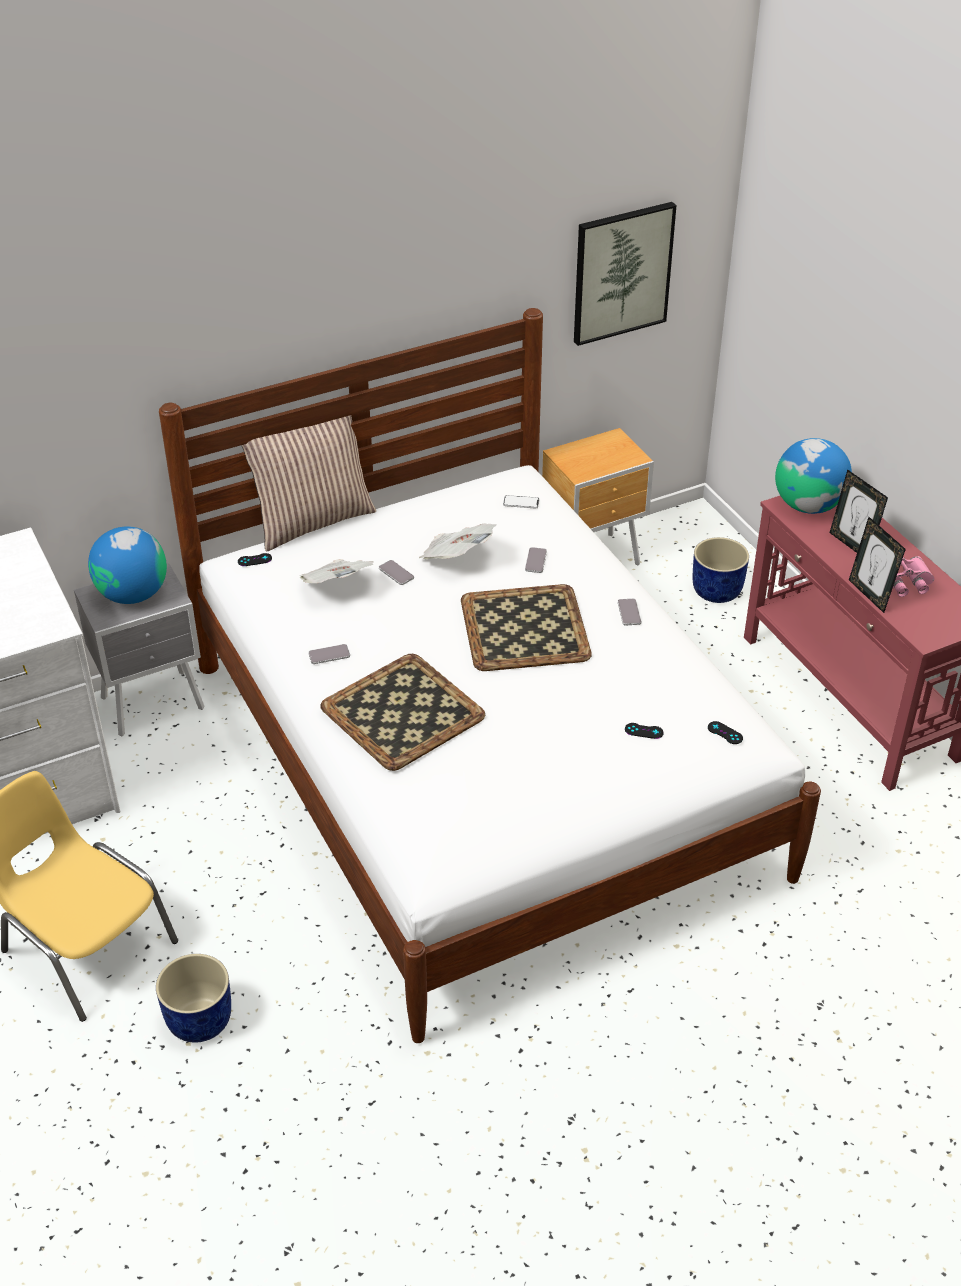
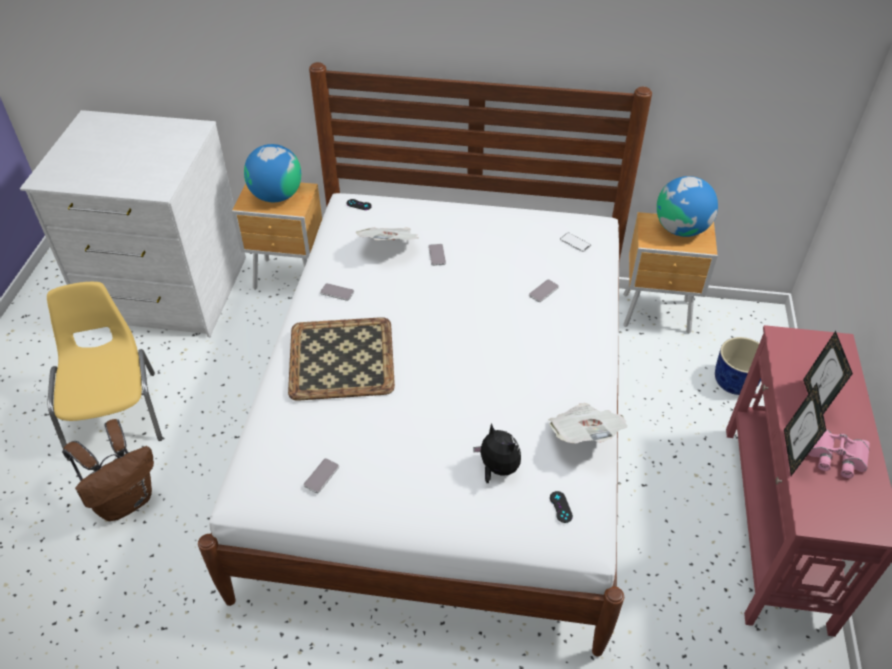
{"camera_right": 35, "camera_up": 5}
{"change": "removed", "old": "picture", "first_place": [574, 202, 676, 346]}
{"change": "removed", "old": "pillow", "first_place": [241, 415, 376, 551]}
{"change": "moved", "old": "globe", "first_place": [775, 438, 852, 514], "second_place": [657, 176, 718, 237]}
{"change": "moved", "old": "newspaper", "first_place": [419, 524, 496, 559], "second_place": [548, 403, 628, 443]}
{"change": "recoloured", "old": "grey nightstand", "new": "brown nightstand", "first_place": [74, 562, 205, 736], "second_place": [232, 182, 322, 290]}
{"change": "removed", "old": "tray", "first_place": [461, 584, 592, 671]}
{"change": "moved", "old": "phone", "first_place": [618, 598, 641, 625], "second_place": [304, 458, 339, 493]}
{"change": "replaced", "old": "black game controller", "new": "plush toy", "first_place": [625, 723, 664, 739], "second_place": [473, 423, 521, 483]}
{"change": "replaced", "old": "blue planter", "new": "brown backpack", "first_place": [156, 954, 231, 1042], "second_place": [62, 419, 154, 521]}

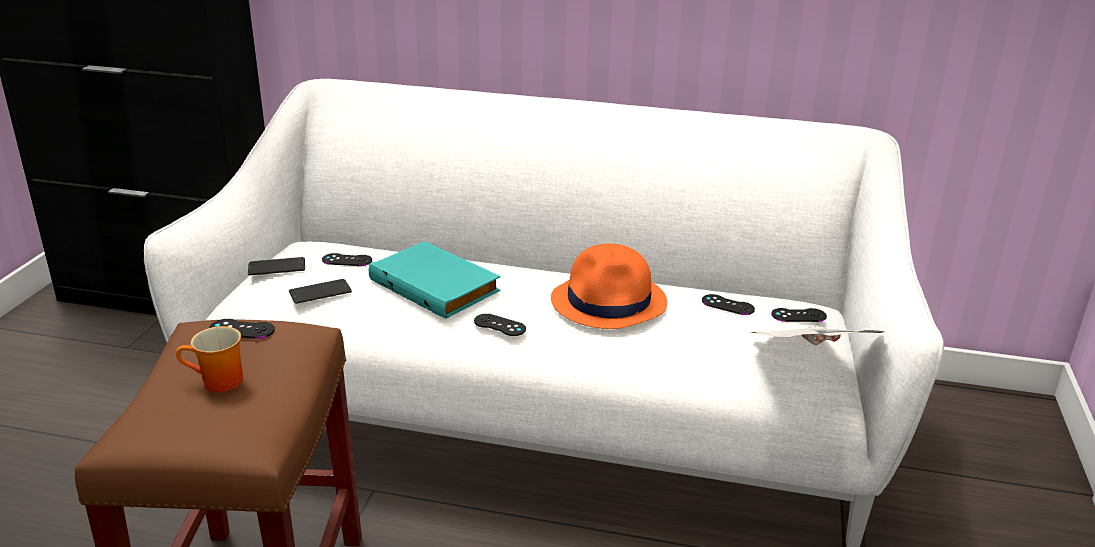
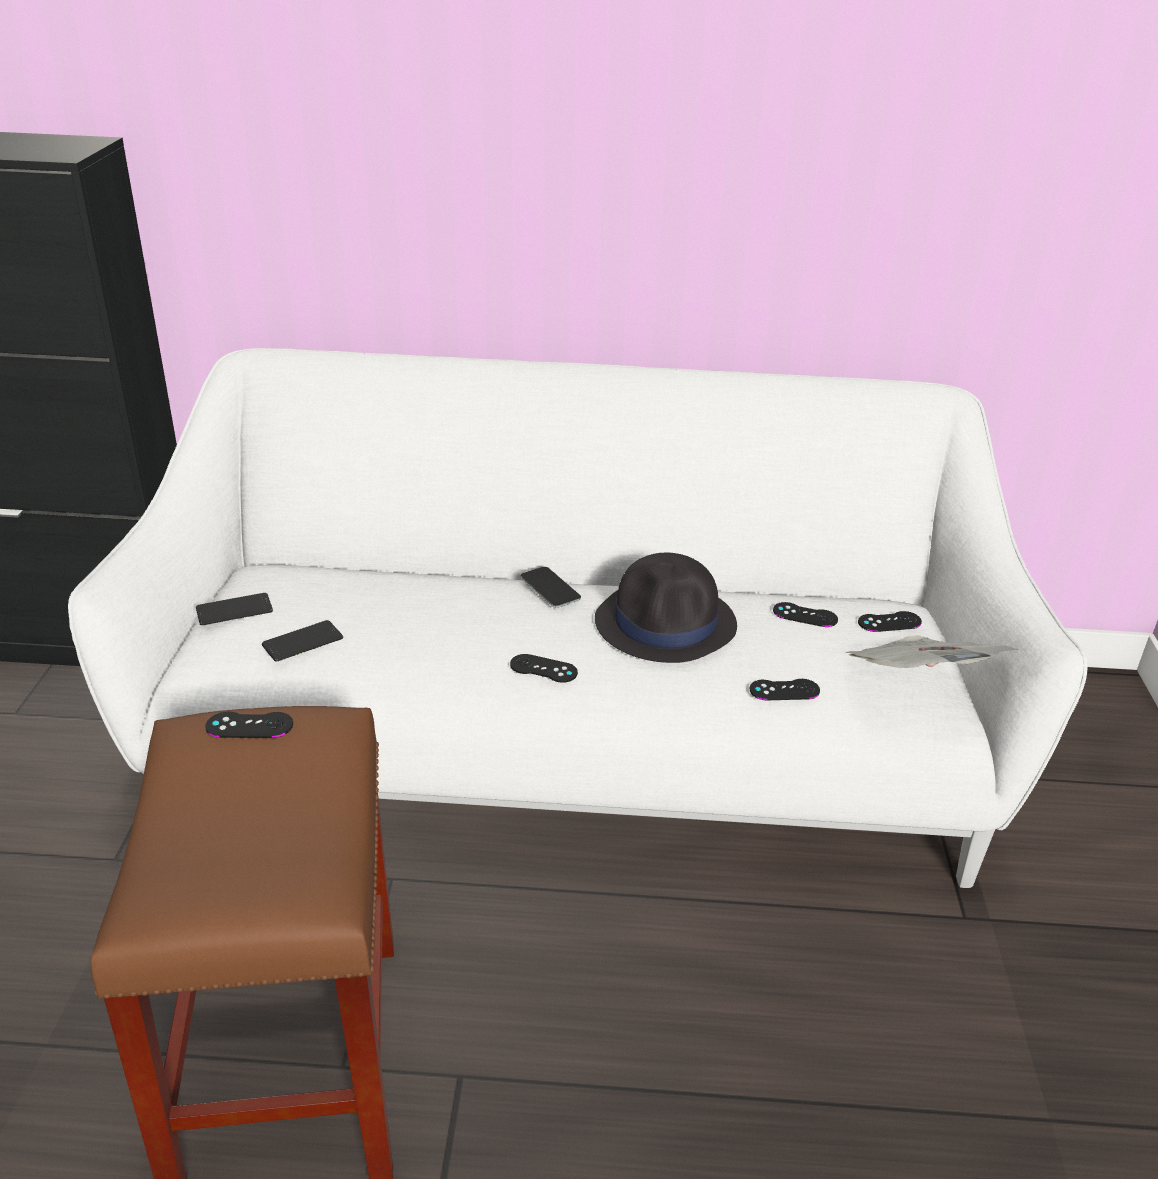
{"camera_right": -10, "camera_up": 5}
{"change": "removed", "old": "turquoise book", "first_place": [369, 241, 501, 319]}
{"change": "recoloured", "old": "orange hat", "new": "black hat", "first_place": [551, 244, 667, 329], "second_place": [595, 553, 737, 663]}
{"change": "moved", "old": "black game controller", "first_place": [322, 253, 372, 266], "second_place": [750, 679, 820, 700]}
{"change": "removed", "old": "mug", "first_place": [176, 326, 243, 392]}
{"change": "added", "new": "phone", "second_place": [521, 567, 581, 608]}

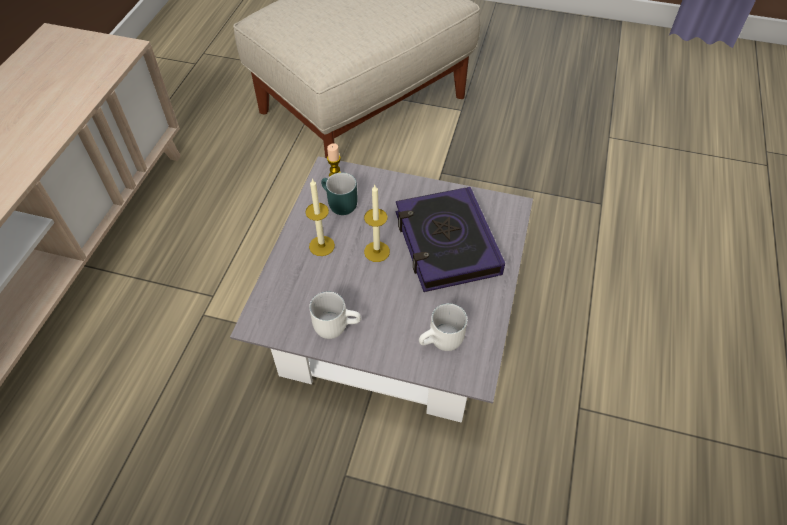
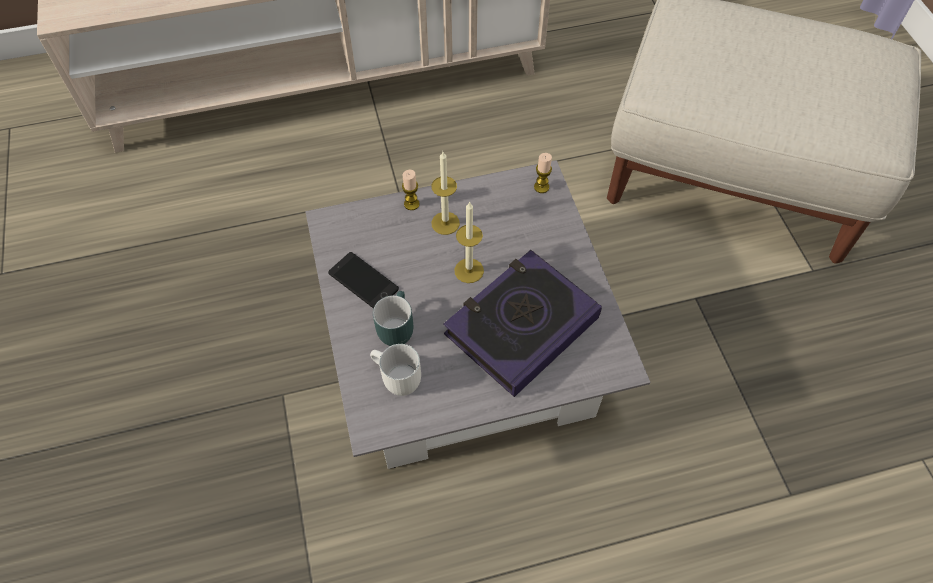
{"camera_right": 60, "camera_up": 5}
{"change": "moved", "old": "turquoise mug", "first_place": [321, 172, 358, 215], "second_place": [373, 291, 414, 346]}
{"change": "replaced", "old": "white mug", "new": "phone", "first_place": [309, 291, 361, 339], "second_place": [328, 252, 399, 308]}
{"change": "added", "new": "candle", "second_place": [402, 170, 420, 210]}

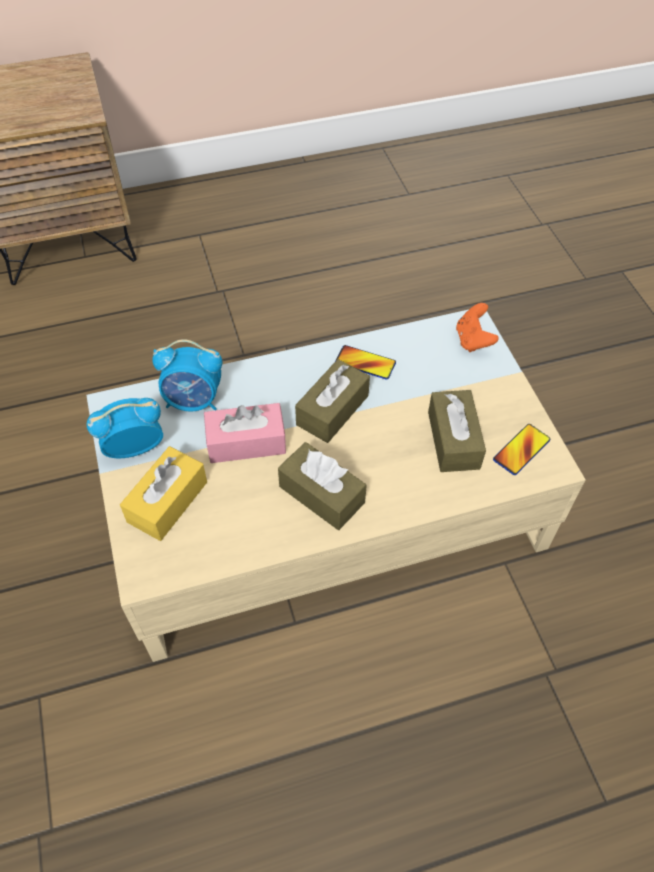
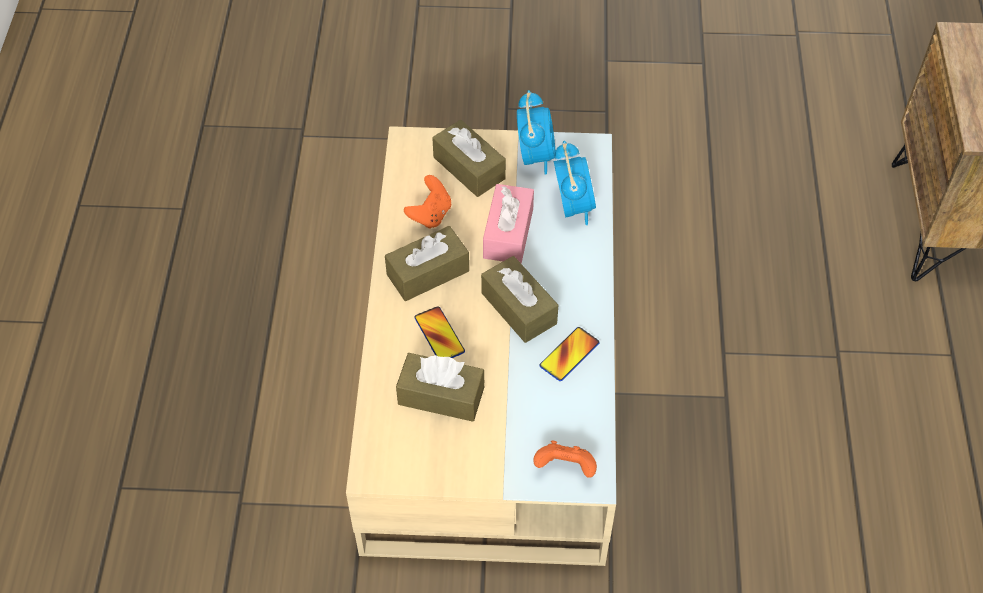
{"camera_right": 110, "camera_up": 0}
{"change": "turned", "old": "alarm clock", "first_place": [152, 339, 222, 411], "second_place": [554, 141, 596, 225], "degrees": 150}
{"change": "moved", "old": "phone", "first_place": [493, 424, 551, 475], "second_place": [414, 306, 465, 358]}
{"change": "recoloured", "old": "yellow tissue box", "new": "brown tissue box", "first_place": [120, 446, 207, 541], "second_place": [432, 120, 506, 197]}
{"change": "added", "new": "orange game controller", "second_place": [404, 175, 451, 229]}

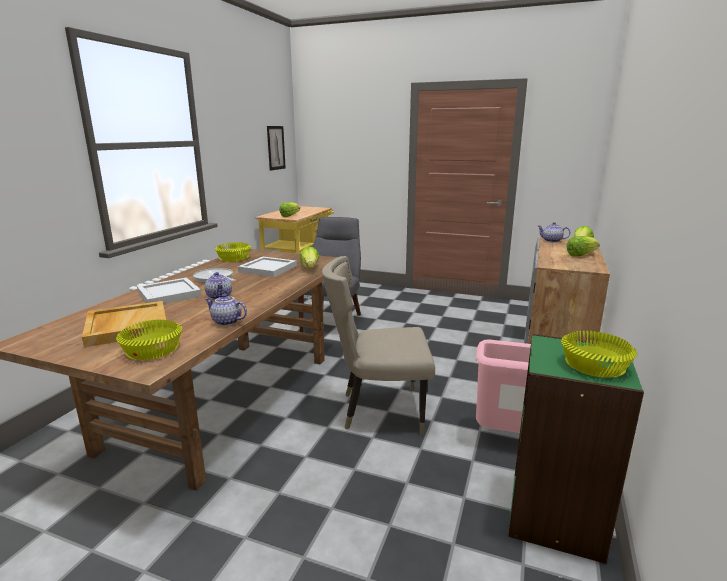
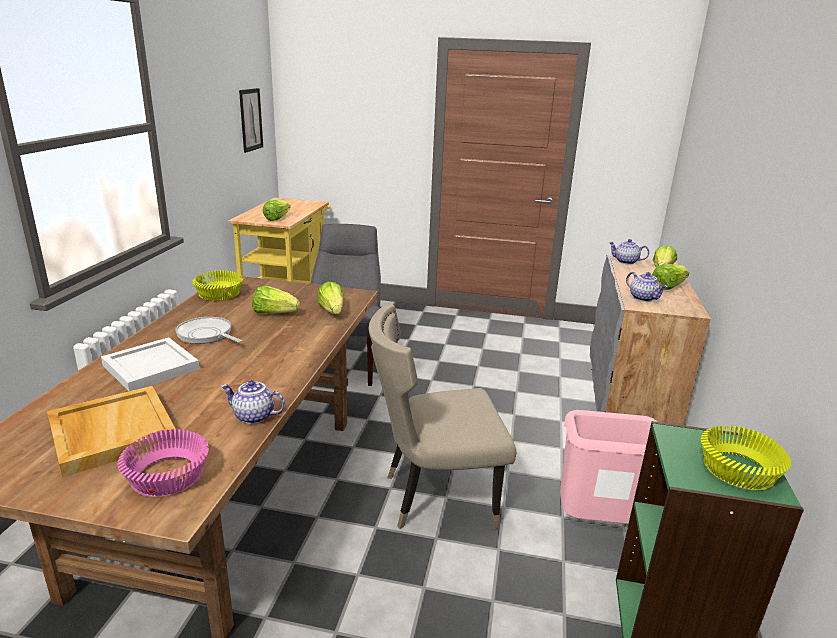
{"camera_right": -10, "camera_up": 5}
{"change": "replaced", "old": "white tray", "new": "lettuce", "first_place": [238, 257, 297, 277], "second_place": [252, 285, 300, 314]}
{"change": "moved", "old": "teapot", "first_place": [205, 272, 232, 300], "second_place": [626, 272, 668, 302]}
{"change": "recoloured", "old": "yellow bowl", "new": "pink bowl", "first_place": [116, 319, 182, 360], "second_place": [117, 429, 209, 497]}

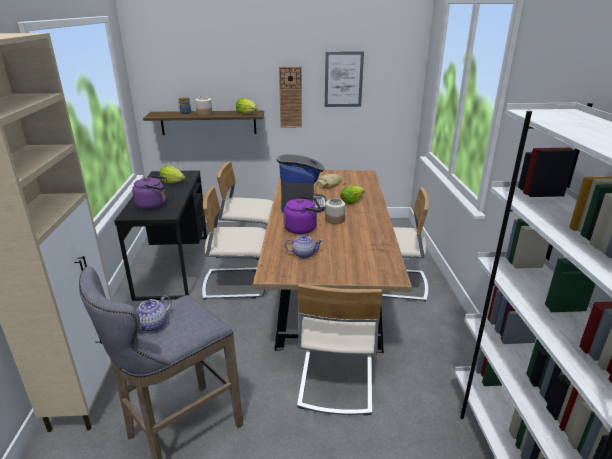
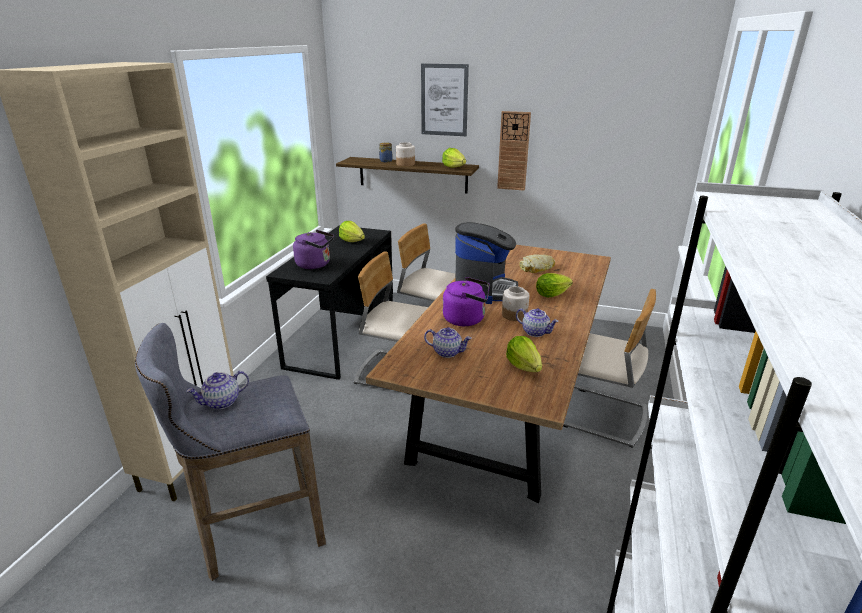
{"camera_right": 20, "camera_up": 0}
{"change": "moved", "old": "picture", "first_place": [325, 51, 364, 107], "second_place": [421, 63, 469, 136]}
{"change": "removed", "old": "beige chair", "first_place": [297, 283, 383, 415]}
{"change": "added", "new": "teapot", "second_place": [516, 308, 559, 337]}
{"change": "added", "new": "lettuce", "second_place": [506, 336, 542, 372]}

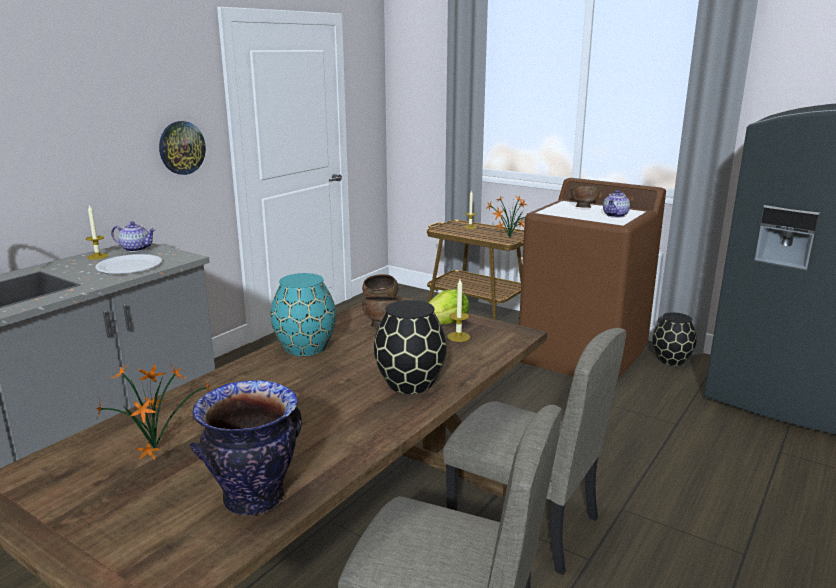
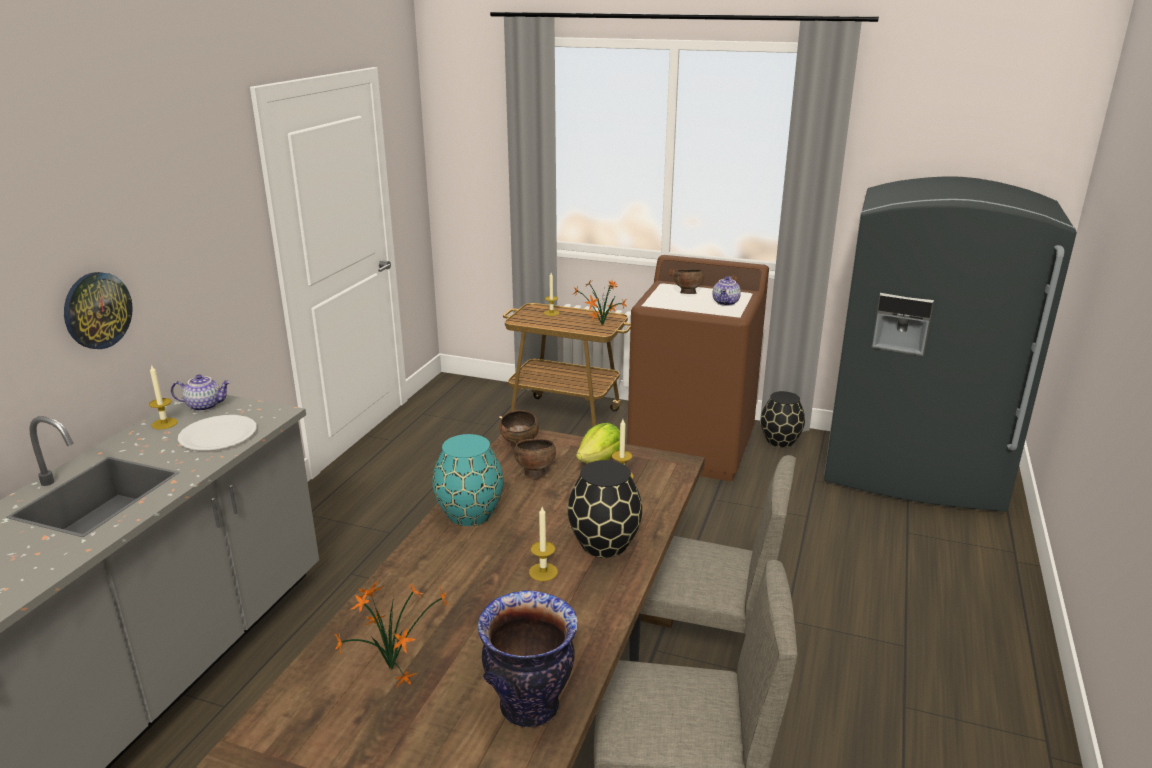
{"camera_right": -15, "camera_up": 5}
{"change": "moved", "old": "wall clock", "first_place": [159, 121, 206, 175], "second_place": [64, 272, 133, 349]}
{"change": "added", "new": "candle", "second_place": [529, 507, 558, 581]}

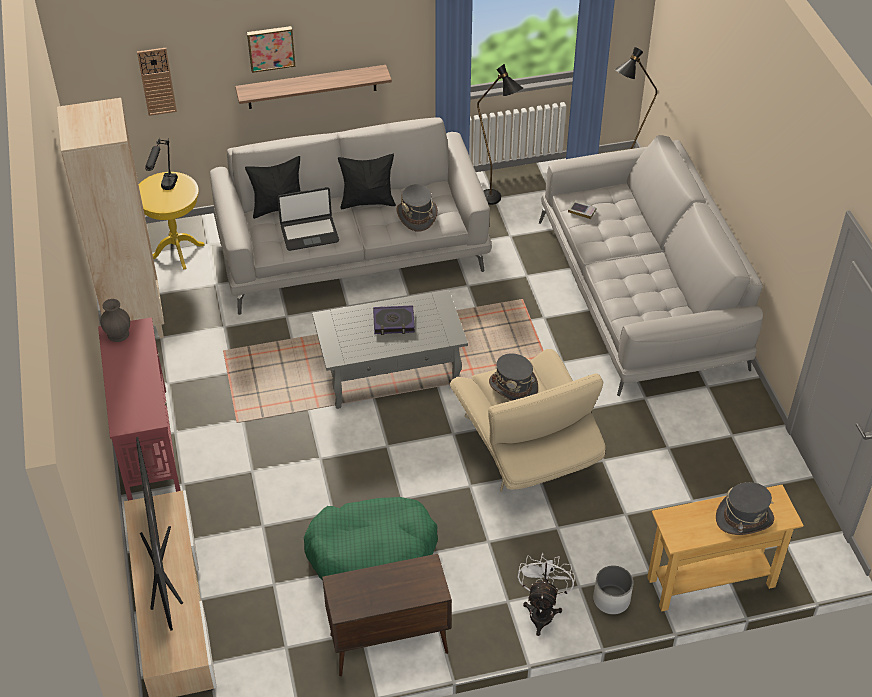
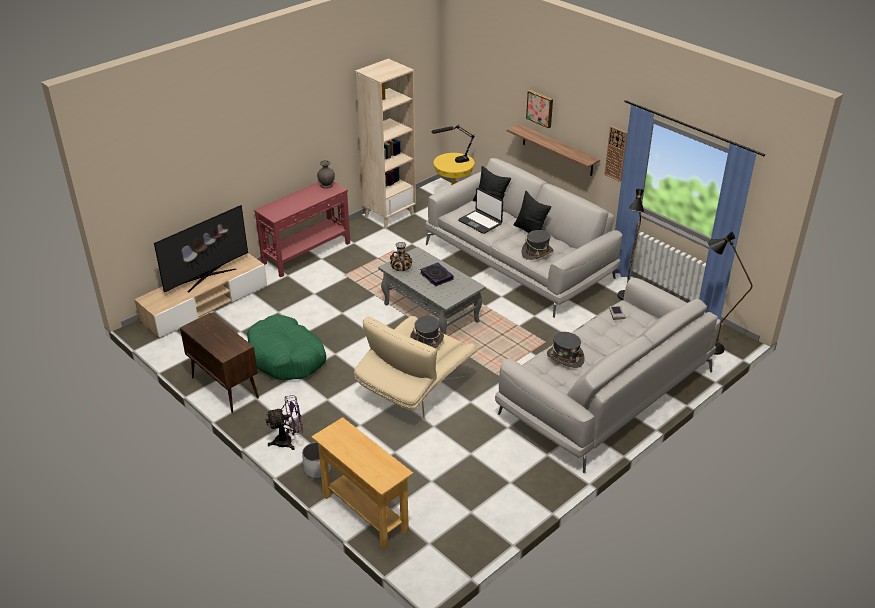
{"camera_right": 60, "camera_up": -10}
{"change": "moved", "old": "wall clock", "first_place": [137, 48, 177, 116], "second_place": [604, 126, 627, 182]}
{"change": "moved", "old": "grey hat", "first_place": [716, 482, 774, 535], "second_place": [547, 332, 585, 368]}
{"change": "recoloured", "old": "white fan", "new": "purple fan", "first_place": [518, 553, 575, 636], "second_place": [265, 395, 303, 450]}
{"change": "added", "new": "vase", "second_place": [390, 242, 412, 271]}

